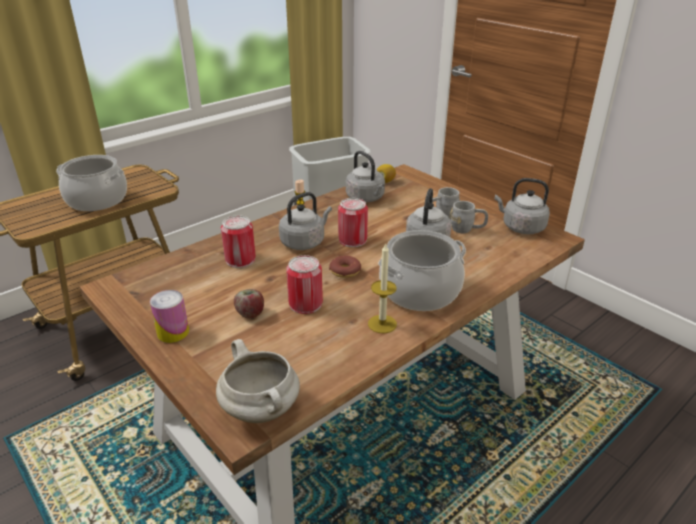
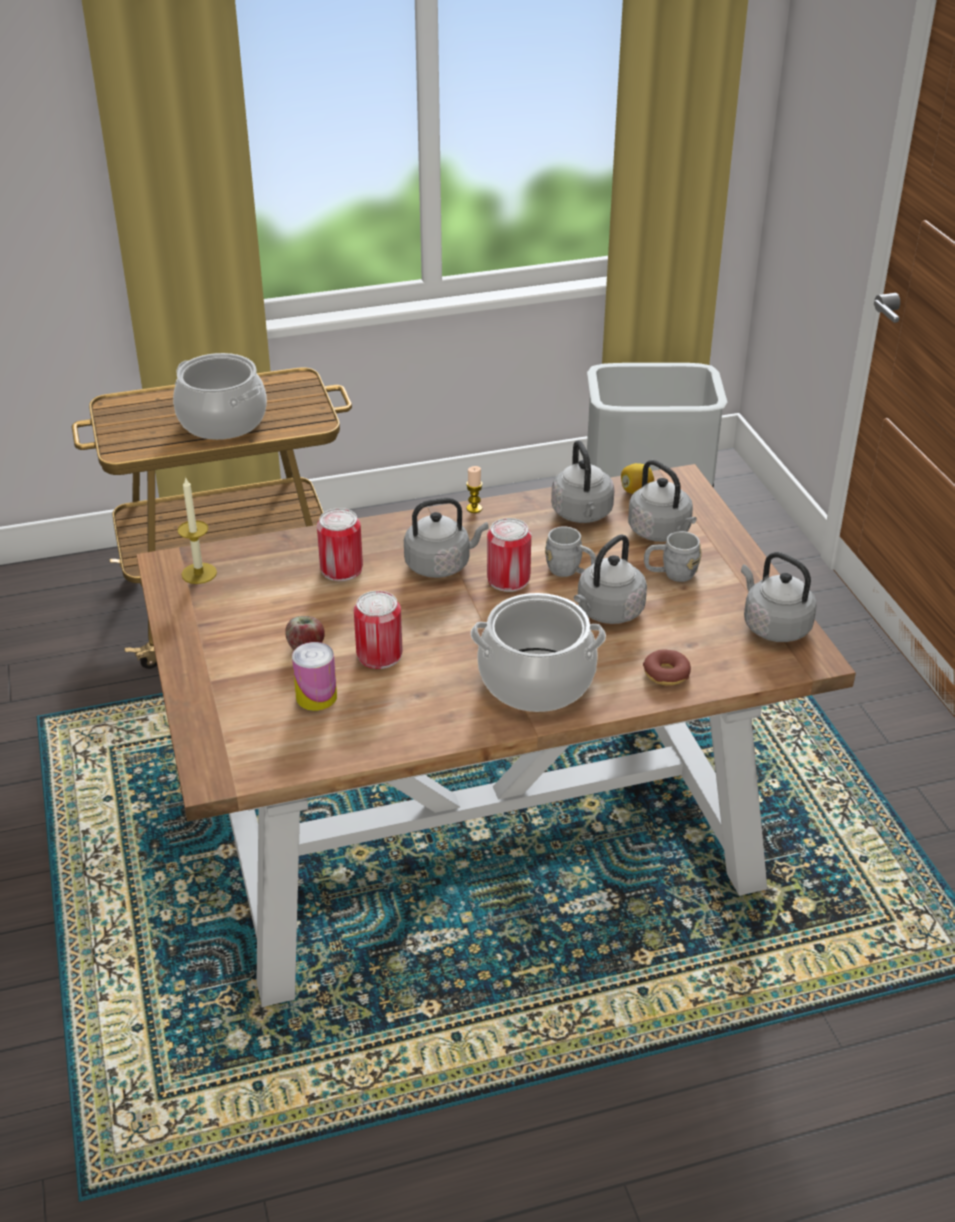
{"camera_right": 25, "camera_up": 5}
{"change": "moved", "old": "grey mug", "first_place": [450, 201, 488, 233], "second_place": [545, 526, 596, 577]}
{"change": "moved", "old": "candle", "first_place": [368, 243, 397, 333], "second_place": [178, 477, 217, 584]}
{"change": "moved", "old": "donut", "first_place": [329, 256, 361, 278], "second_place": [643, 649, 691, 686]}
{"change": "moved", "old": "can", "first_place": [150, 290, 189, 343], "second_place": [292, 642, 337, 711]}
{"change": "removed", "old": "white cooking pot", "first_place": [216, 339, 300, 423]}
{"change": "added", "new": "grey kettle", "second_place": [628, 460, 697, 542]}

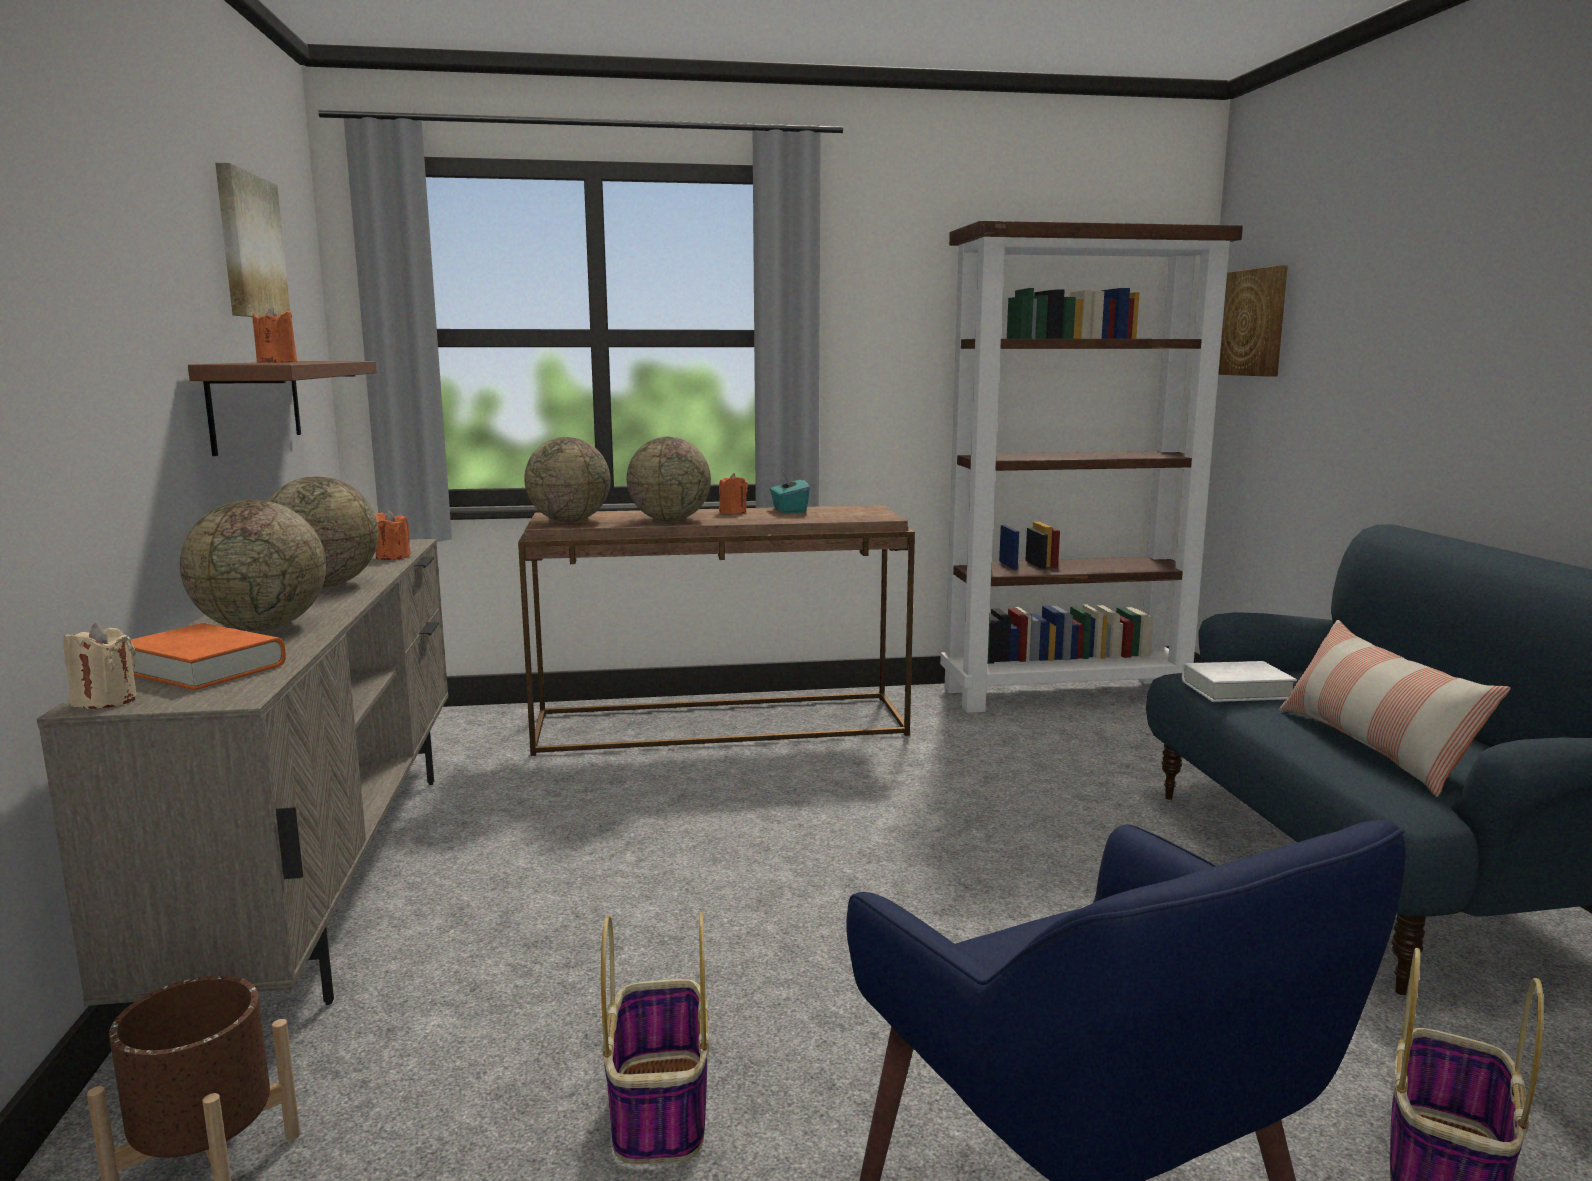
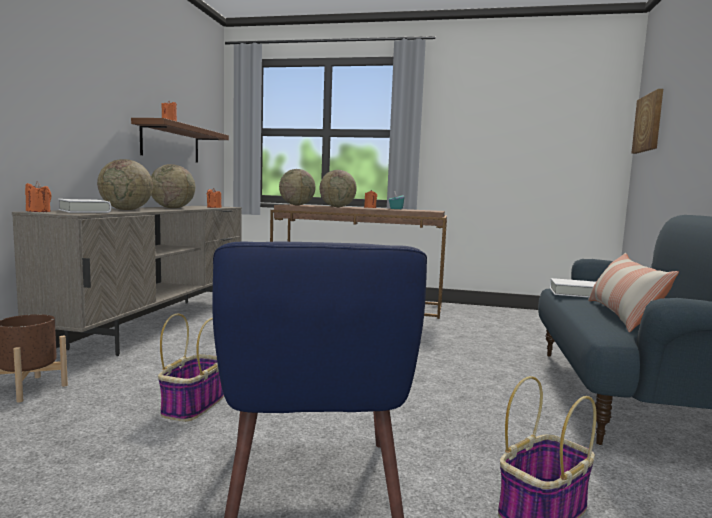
{"camera_right": 20, "camera_up": -5}
{"change": "removed", "old": "picture", "first_place": [215, 163, 290, 317]}
{"change": "removed", "old": "brown bookcase", "first_place": [940, 221, 1243, 713]}
{"change": "recoloured", "old": "beige candle", "new": "orange candle", "first_place": [63, 623, 137, 709], "second_place": [25, 182, 52, 212]}
{"change": "recoloured", "old": "orange book", "new": "white book", "first_place": [131, 623, 286, 690], "second_place": [58, 199, 111, 213]}

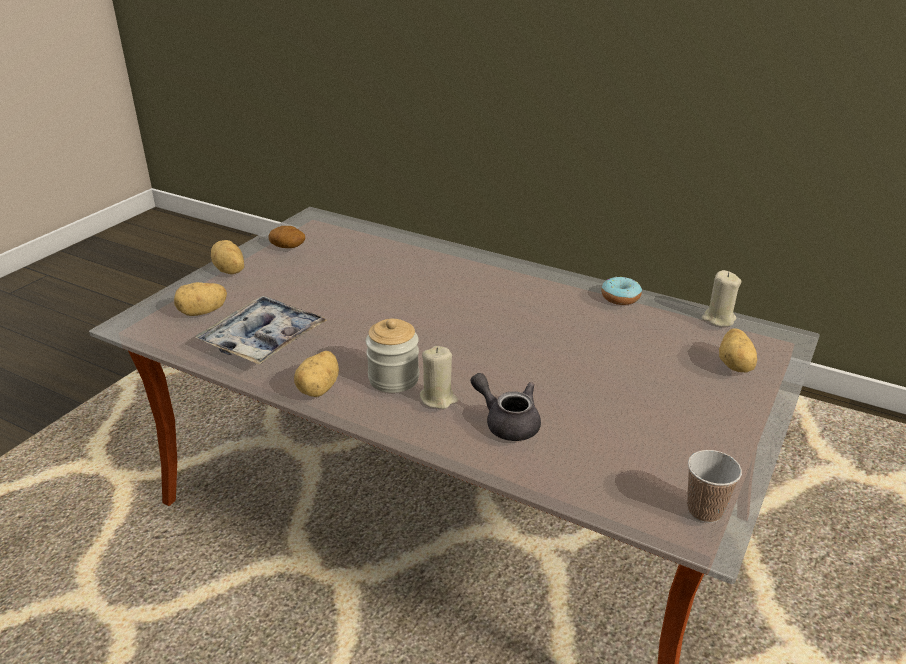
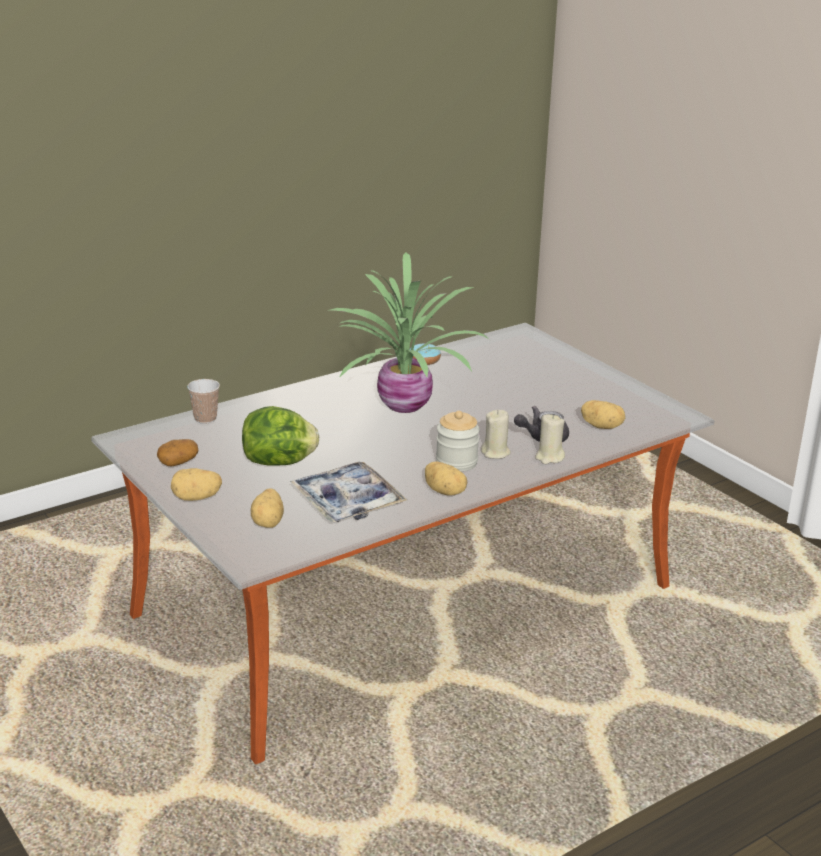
{"camera_right": -65, "camera_up": -5}
{"change": "moved", "old": "beige candle", "first_place": [702, 270, 741, 327], "second_place": [535, 414, 565, 464]}
{"change": "moved", "old": "potato", "first_place": [719, 329, 757, 372], "second_place": [581, 400, 625, 429]}
{"change": "moved", "old": "cup", "first_place": [687, 450, 742, 523], "second_place": [187, 379, 220, 423]}
{"change": "added", "new": "potted plant", "second_place": [330, 252, 490, 413]}
{"change": "added", "new": "lettuce", "second_place": [242, 406, 319, 465]}

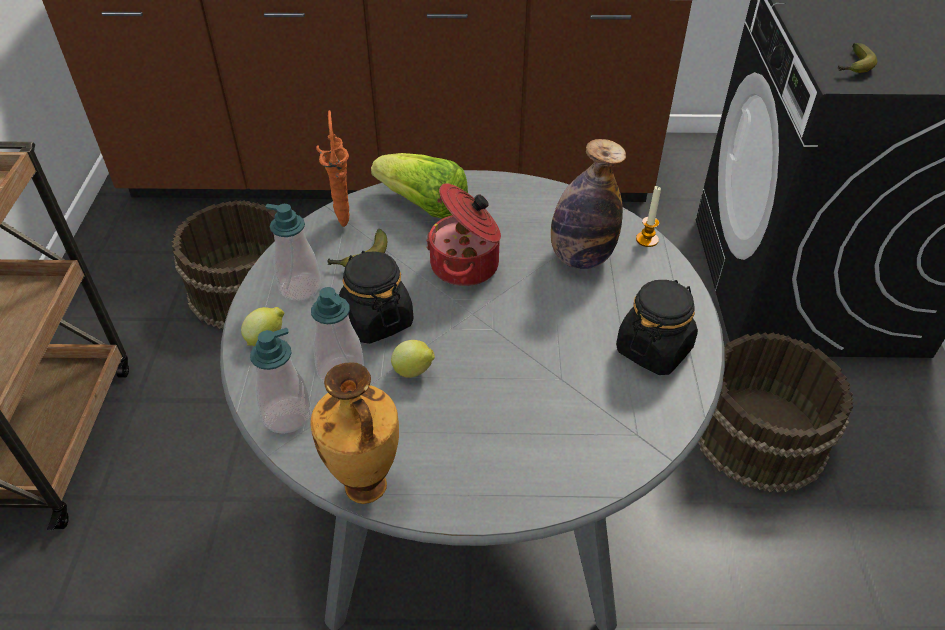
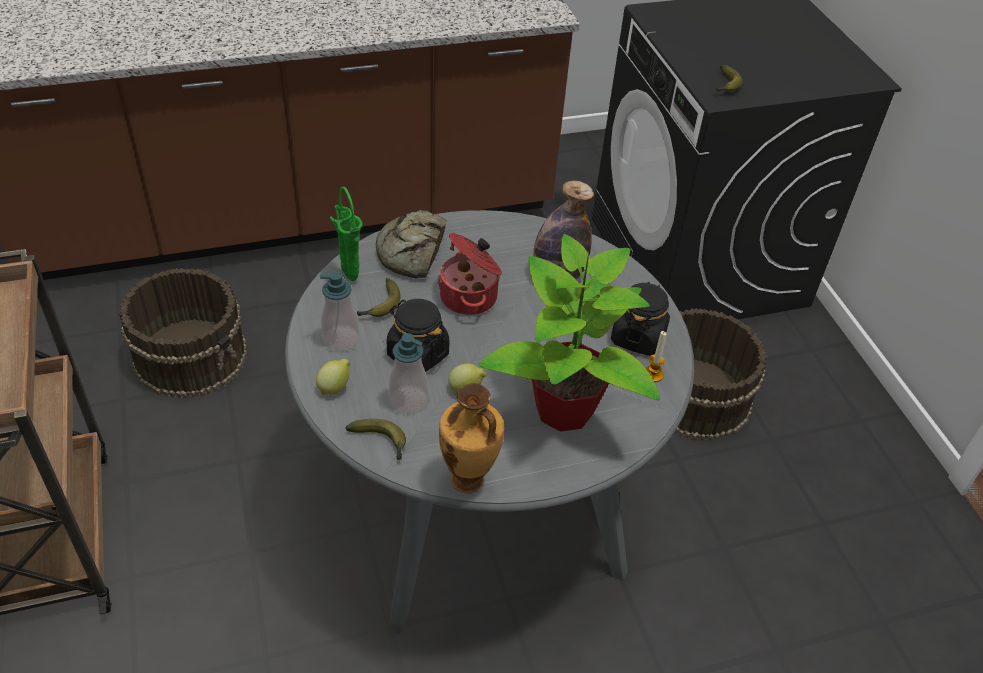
{"camera_right": -20, "camera_up": 0}
{"change": "recoloured", "old": "orange vase", "new": "green vase", "first_place": [316, 110, 349, 227], "second_place": [330, 187, 363, 281]}
{"change": "replaced", "old": "lettuce", "new": "bread", "first_place": [371, 153, 468, 219], "second_place": [376, 210, 447, 278]}
{"change": "moved", "old": "candle", "first_place": [636, 186, 661, 247], "second_place": [645, 331, 666, 382]}
{"change": "replaced", "old": "soap dispenser", "new": "banana", "first_place": [250, 328, 311, 434], "second_place": [345, 419, 406, 460]}
{"change": "added", "new": "potted plant", "second_place": [478, 234, 660, 432]}

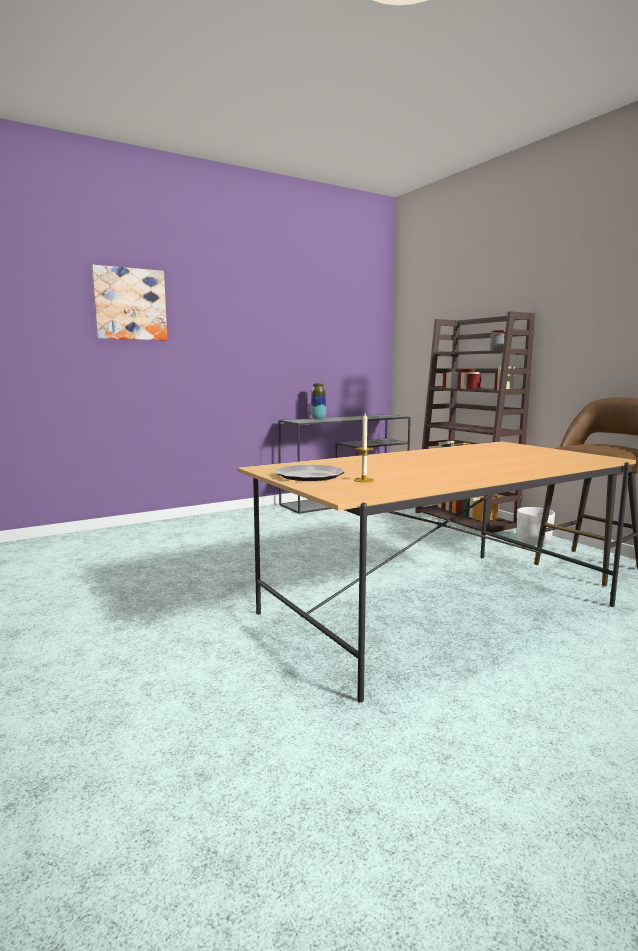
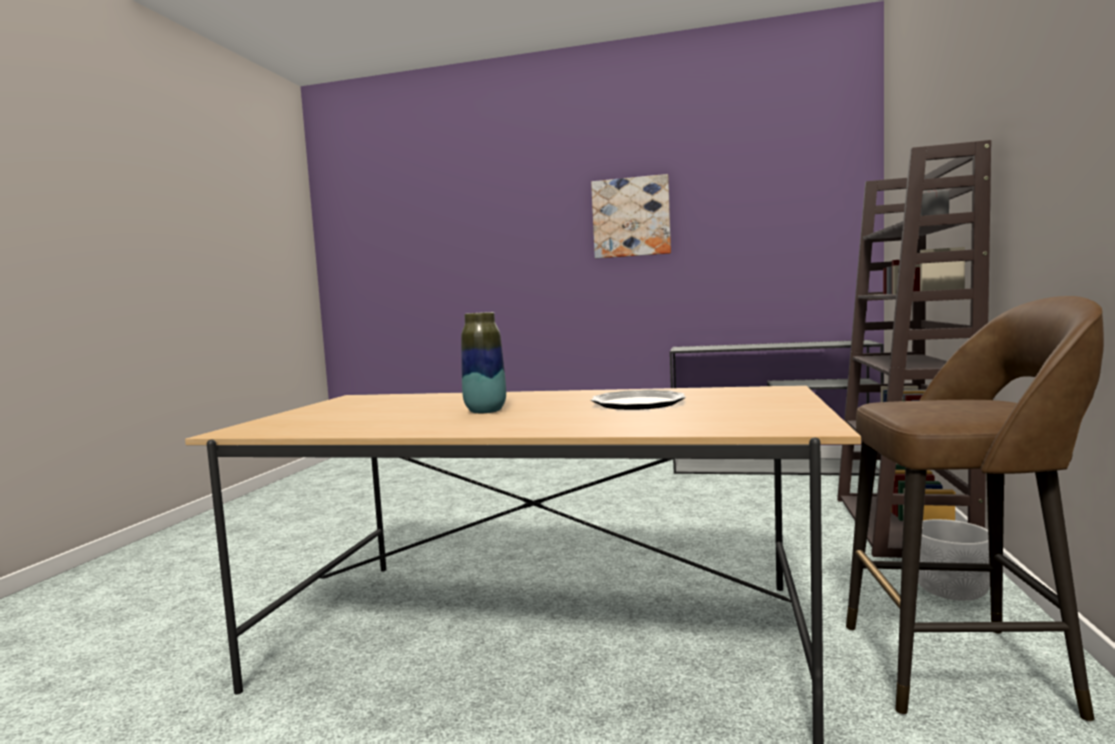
{"camera_right": 45, "camera_up": -5}
{"change": "moved", "old": "picture", "first_place": [92, 265, 167, 340], "second_place": [591, 174, 671, 259]}
{"change": "moved", "old": "vase", "first_place": [311, 383, 326, 419], "second_place": [461, 312, 506, 414]}
{"change": "removed", "old": "candle", "first_place": [354, 413, 375, 482]}
{"change": "moved", "old": "plate", "first_place": [275, 465, 345, 481], "second_place": [591, 390, 686, 410]}

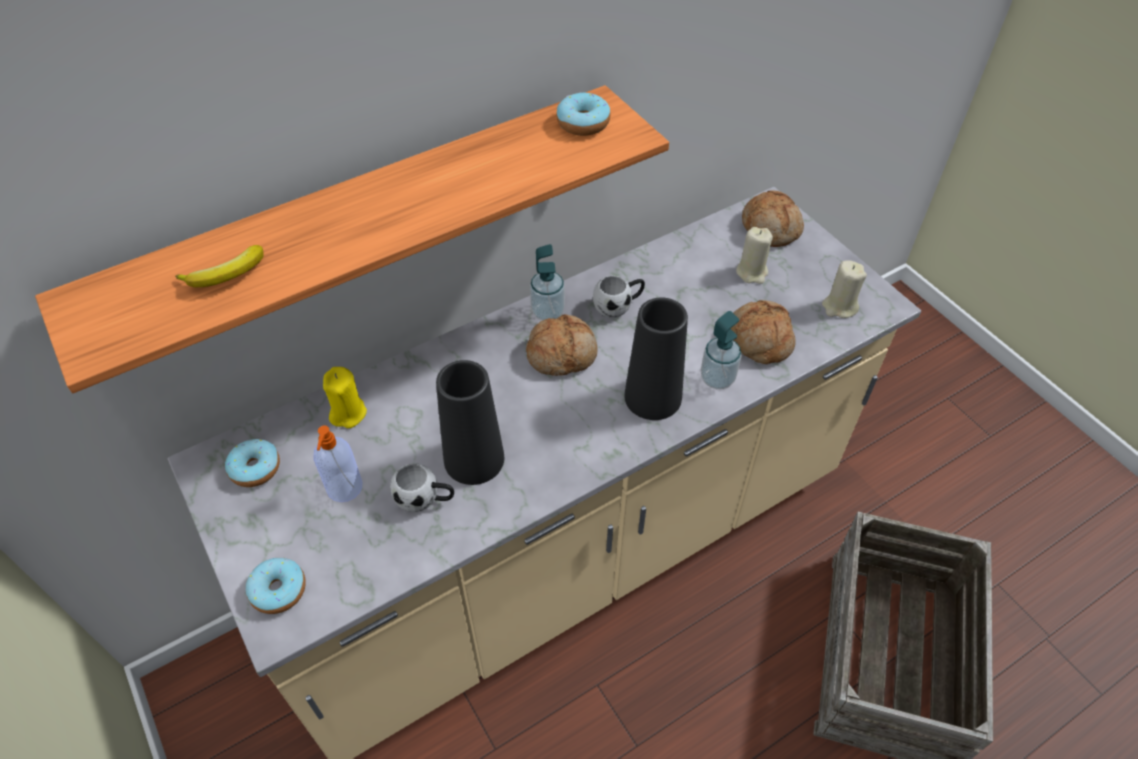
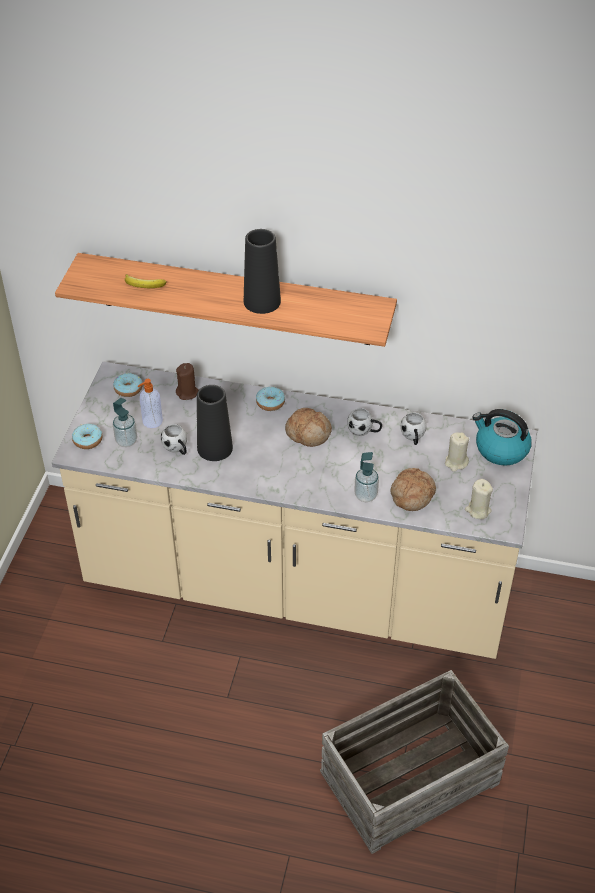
{"camera_right": 45, "camera_up": -5}
{"change": "moved", "old": "donut", "first_place": [556, 92, 611, 136], "second_place": [256, 386, 285, 411]}
{"change": "replaced", "old": "bread", "new": "kettle", "first_place": [742, 190, 804, 247], "second_place": [472, 409, 532, 466]}
{"change": "moved", "old": "soap dispenser", "first_place": [530, 244, 565, 321], "second_place": [113, 398, 137, 447]}
{"change": "moved", "old": "black vase", "first_place": [624, 298, 688, 420], "second_place": [244, 229, 281, 314]}
{"change": "recoloured", "old": "yellow candle", "new": "brown candle", "first_place": [323, 367, 367, 428], "second_place": [176, 363, 198, 400]}
{"change": "added", "new": "white mug", "second_place": [401, 412, 427, 445]}

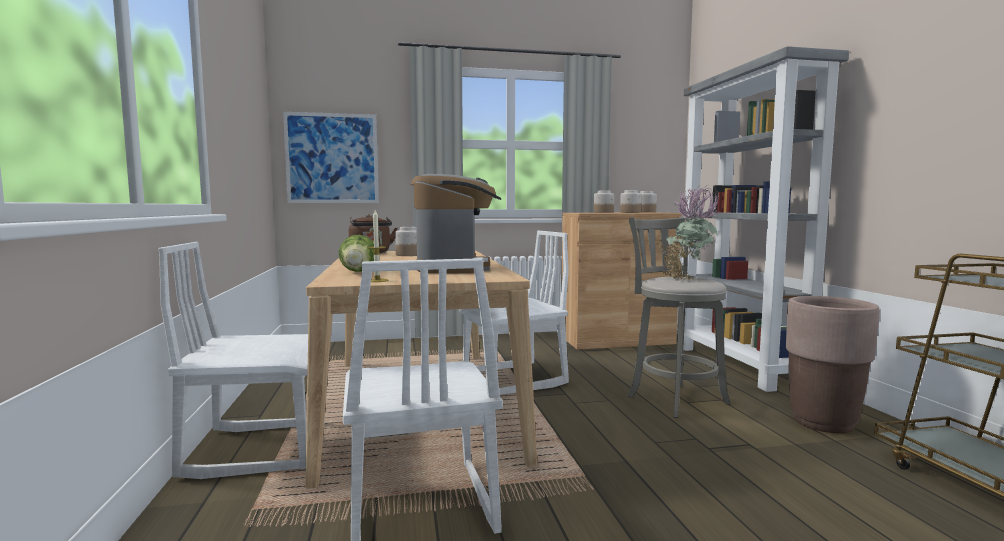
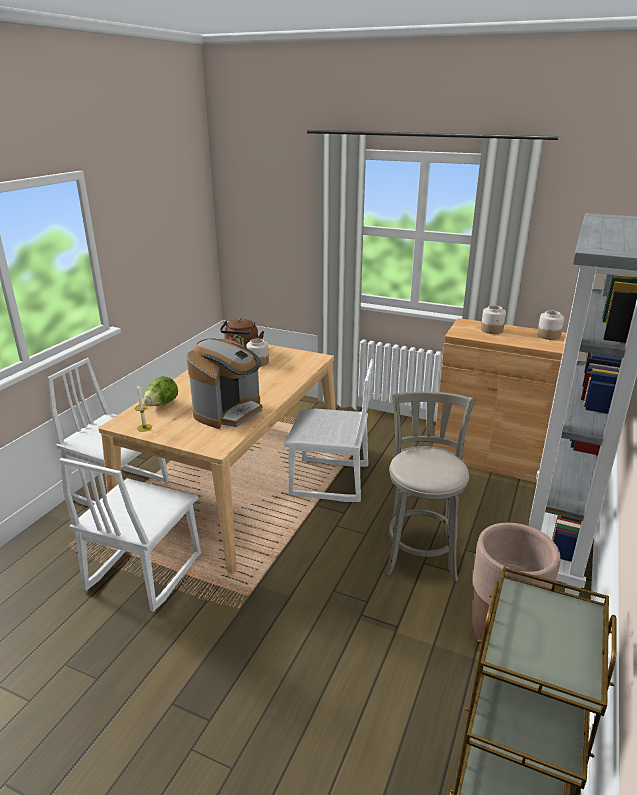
{"camera_right": 35, "camera_up": 20}
{"change": "removed", "old": "picture", "first_place": [283, 112, 379, 203]}
{"change": "removed", "old": "potted plant", "first_place": [656, 185, 721, 281]}
{"change": "removed", "old": "jar", "first_place": [620, 190, 642, 213]}

